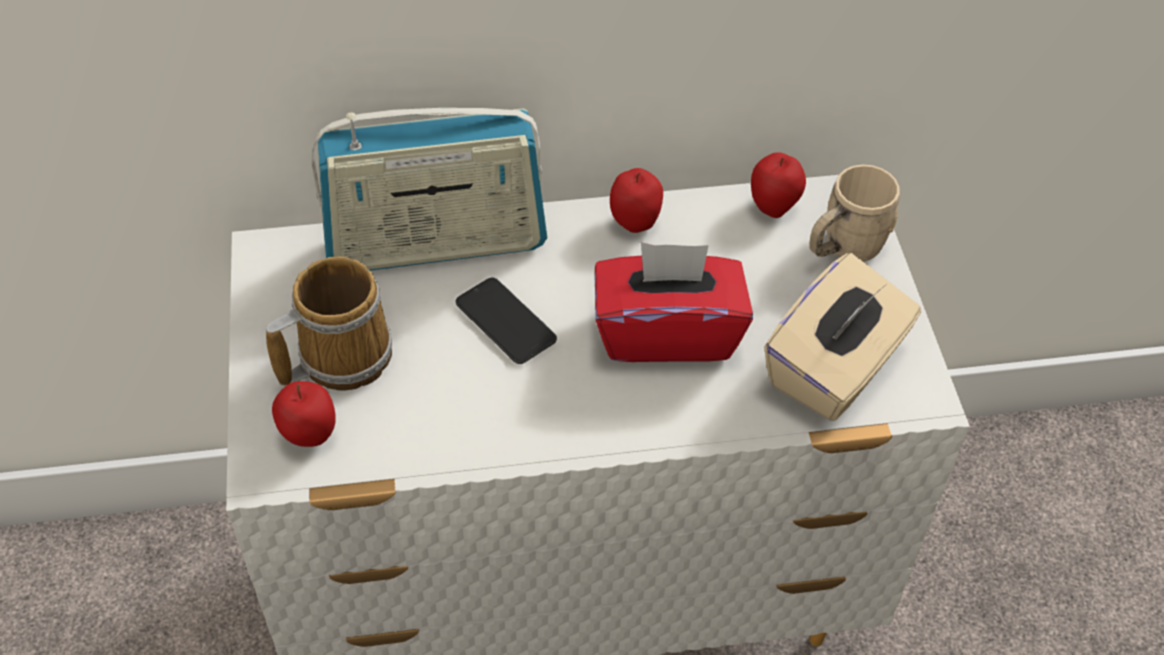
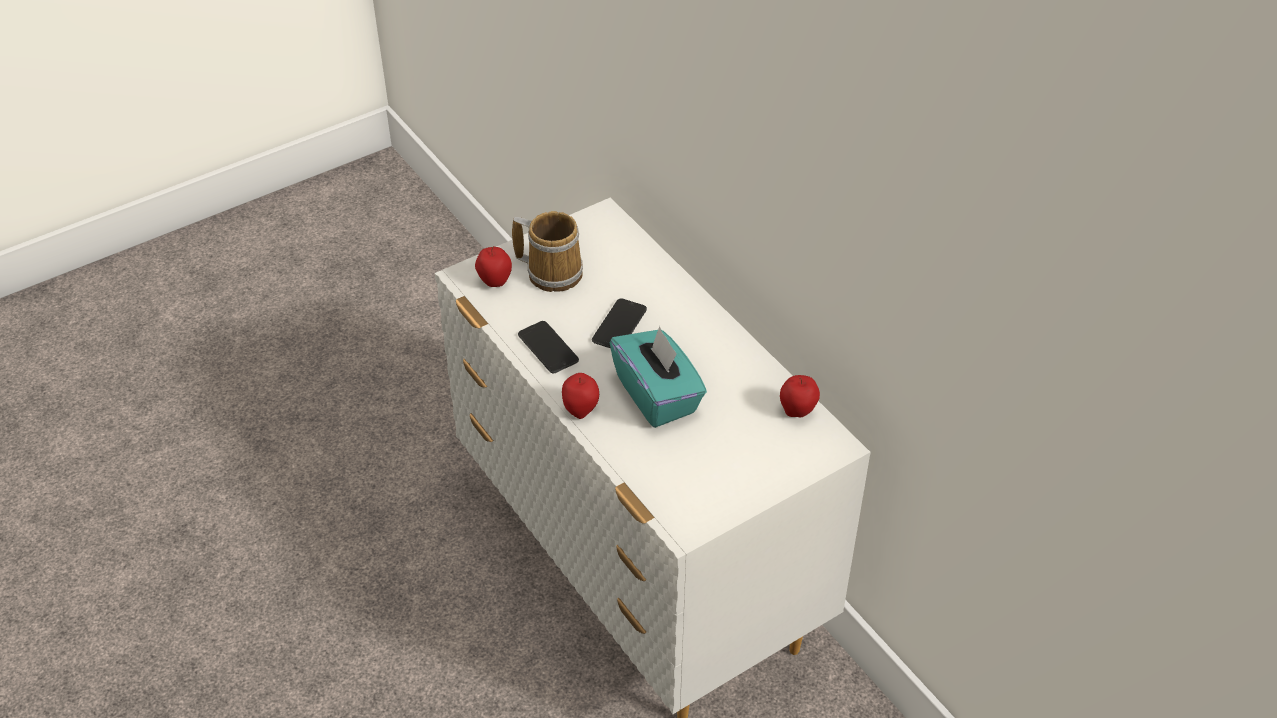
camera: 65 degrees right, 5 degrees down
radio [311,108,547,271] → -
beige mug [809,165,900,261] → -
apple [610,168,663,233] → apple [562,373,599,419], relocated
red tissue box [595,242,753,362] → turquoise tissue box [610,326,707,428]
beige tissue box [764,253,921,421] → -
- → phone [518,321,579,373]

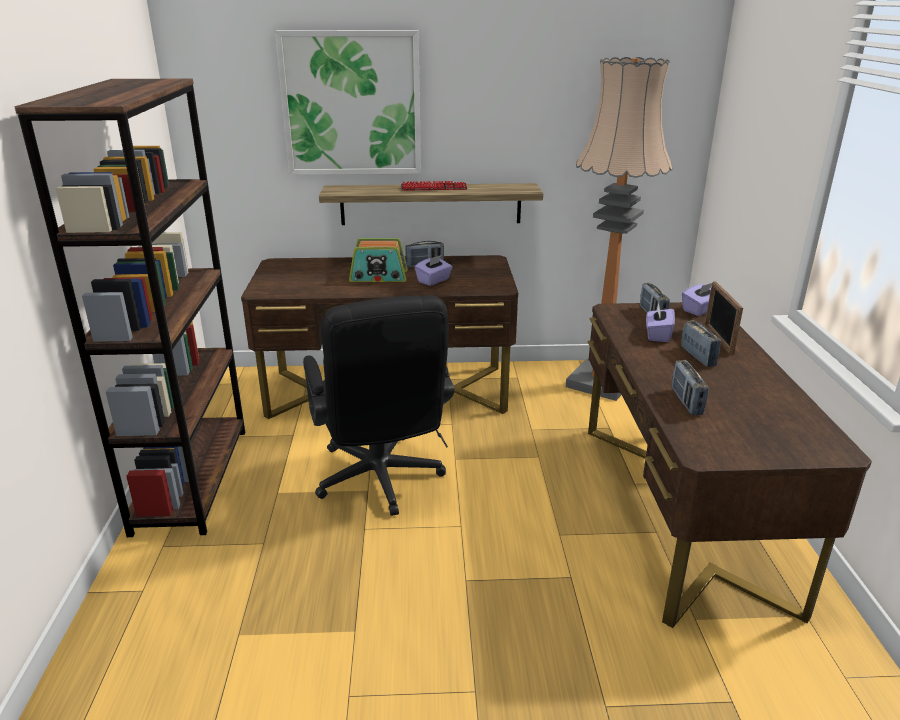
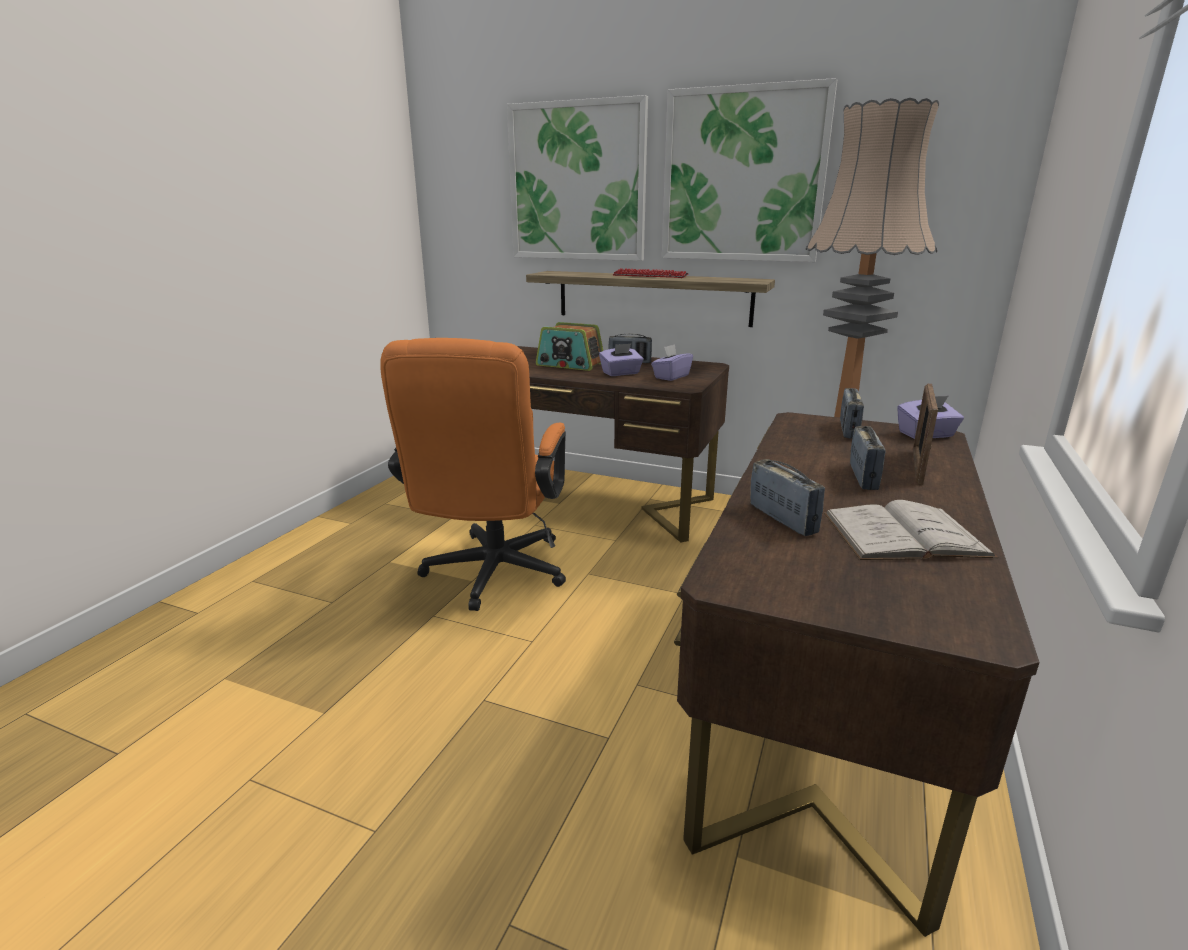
camera: 25 degrees right, 5 degrees down
brown bookcase [14,78,245,537] → -
black office chair [303,295,455,516] → orange office chair [380,338,566,611]
purple tissue box [646,302,675,342] → purple tissue box [651,344,693,381], relocated
radio [672,360,709,415] → radio [750,459,825,536], 135 degrees clockwise
- → picture [662,78,837,262]
- → white book [824,500,998,560]

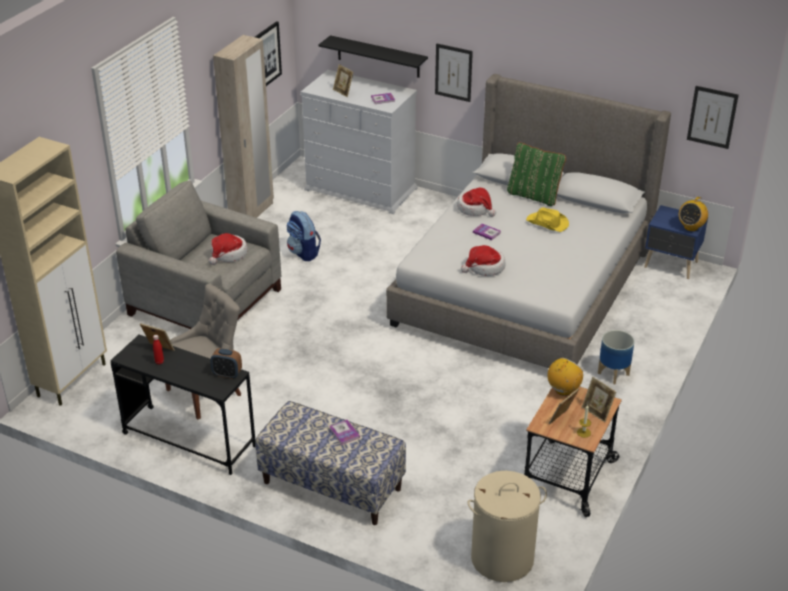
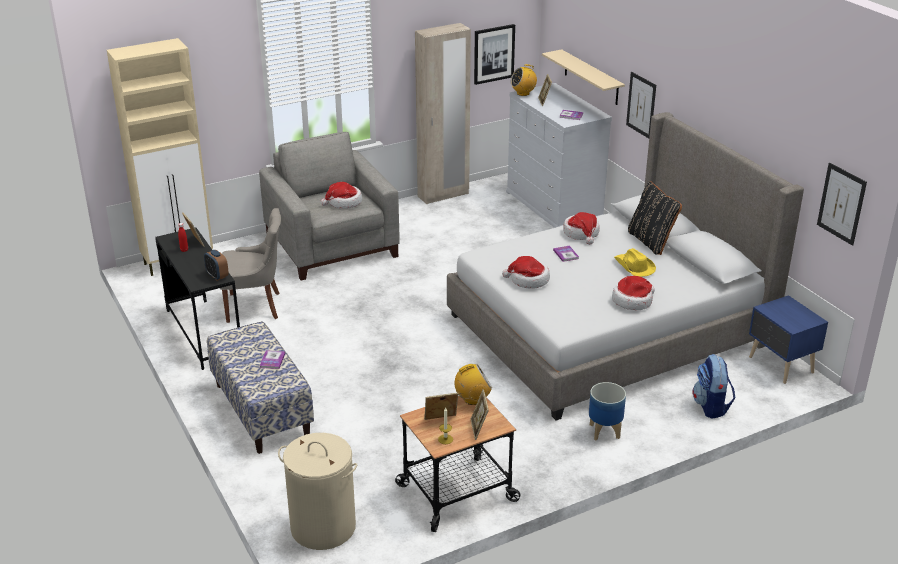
camera: 35 degrees right, 5 degrees down
black shelf [318,35,428,78] → beige shelf [542,49,625,105]
green pillow [507,142,566,206] → black pillow [628,181,682,255]
radio [679,197,708,231] → radio [511,64,537,96], relocated
backpack [286,211,321,261] → backpack [692,354,735,419], relocated
- → hat [612,276,655,310]

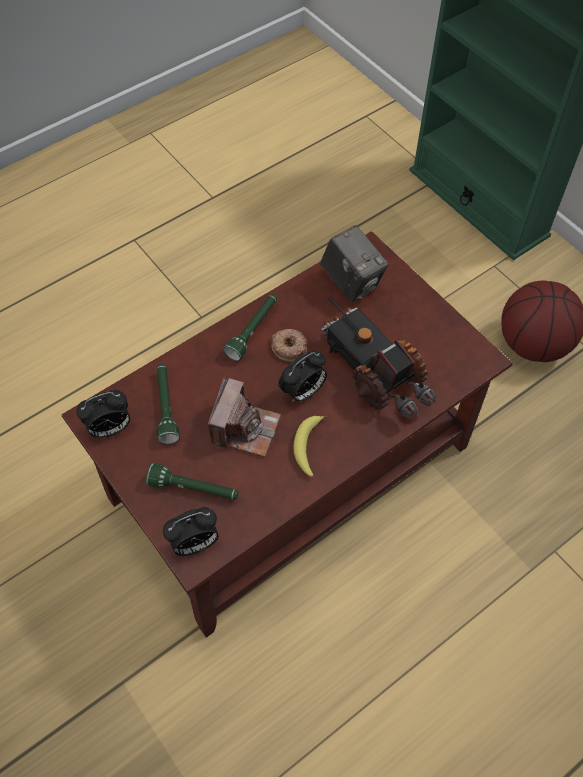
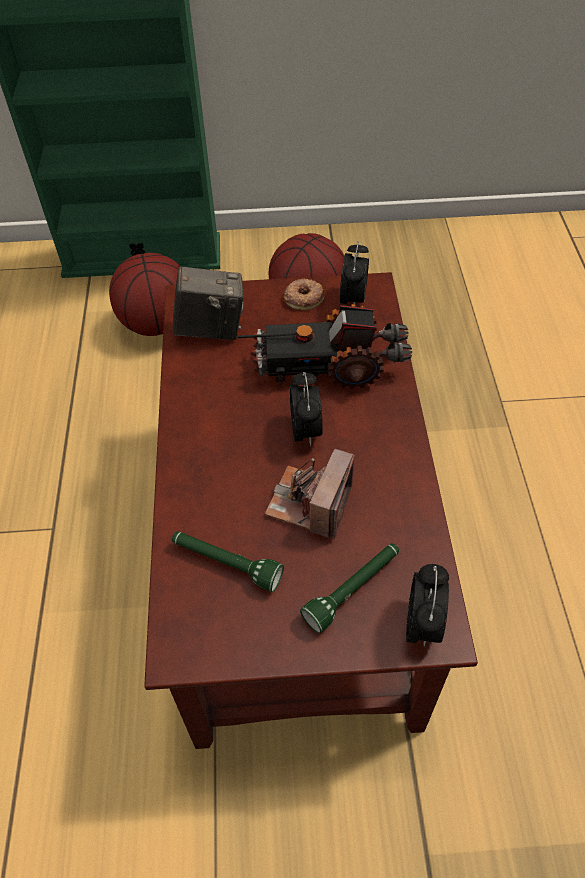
camera: 55 degrees left, 5 degrees down
green flashlight [223,294,277,361] → -
donut [272,329,307,362] → donut [283,278,324,310], relocated
photo camera [208,378,281,457] → photo camera [265,449,355,539], 120 degrees counterclockwise
alarm clock [77,390,130,438] → alarm clock [340,241,369,304], relocated
banana [293,415,327,477] → -
- → basketball [109,253,181,336]

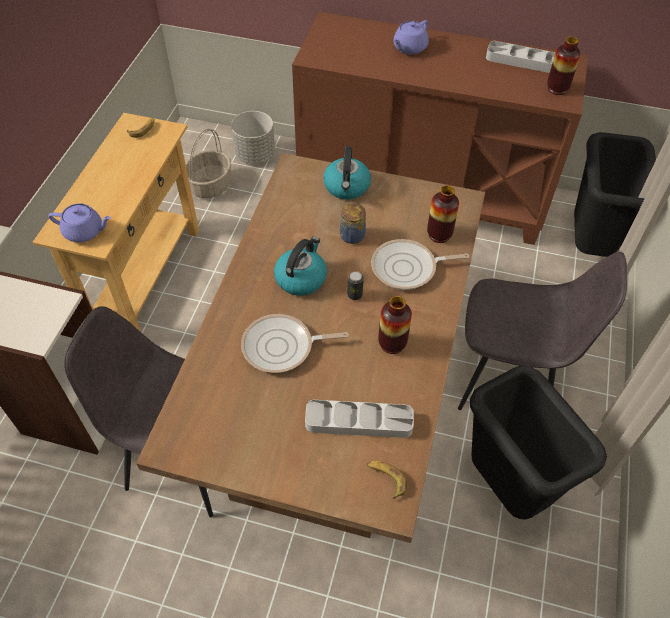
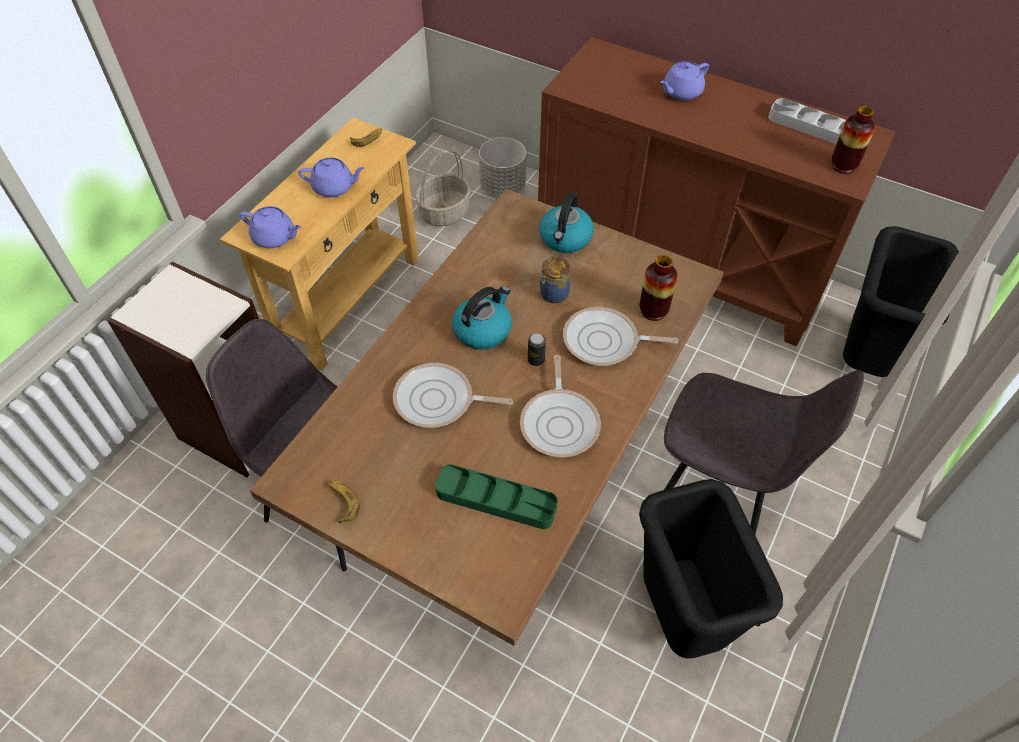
camera: 15 degrees right, 0 degrees up
vase [378,296,412,354] → frying pan [520,355,601,457]
grey tray [305,400,414,438] → green tray [435,464,557,529]
banana [367,461,407,499] → banana [327,480,360,523], relocated
- → purple teapot [298,157,365,197]

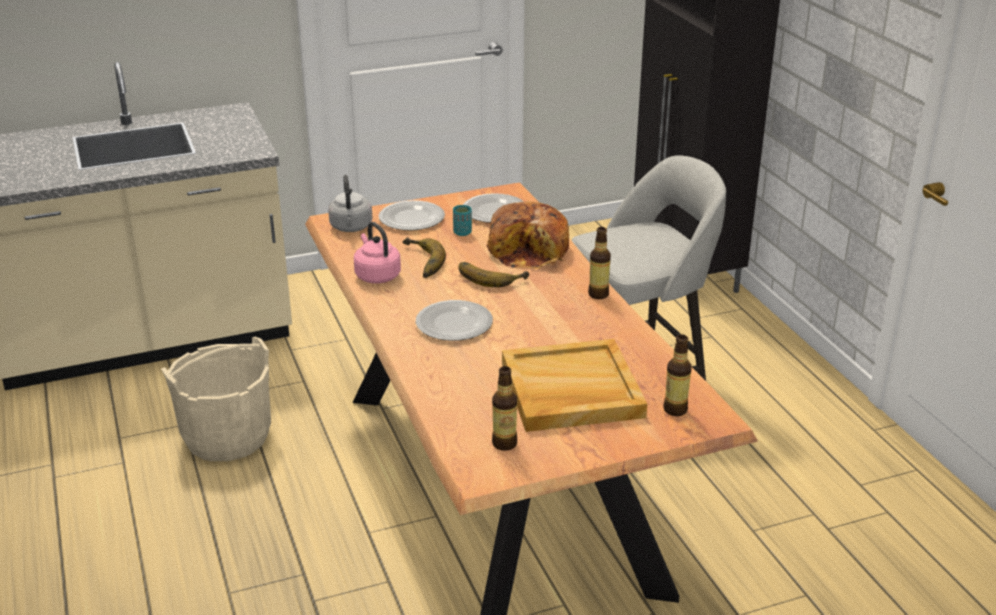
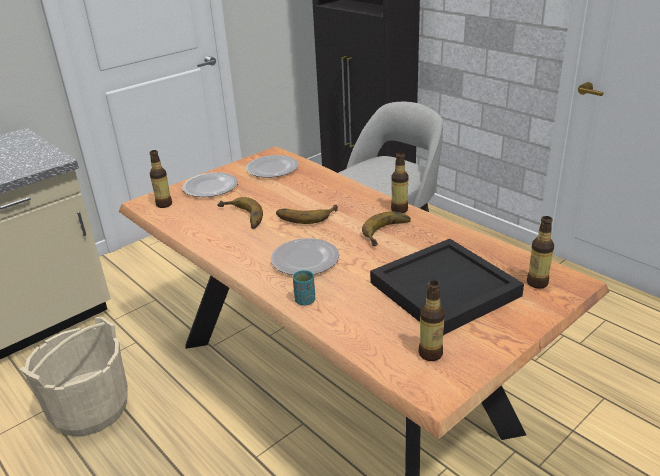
camera: 20 degrees left, 0 degrees up
grey kettle [328,175,373,232] → bottle [150,150,172,208]
bread [487,201,569,269] → -
turquoise cup [453,205,472,236] → turquoise cup [293,270,315,306], relocated
pink kettle [354,222,401,284] → -
beige tray [502,339,647,432] → black tray [370,239,524,335]
- → banana [362,211,411,246]

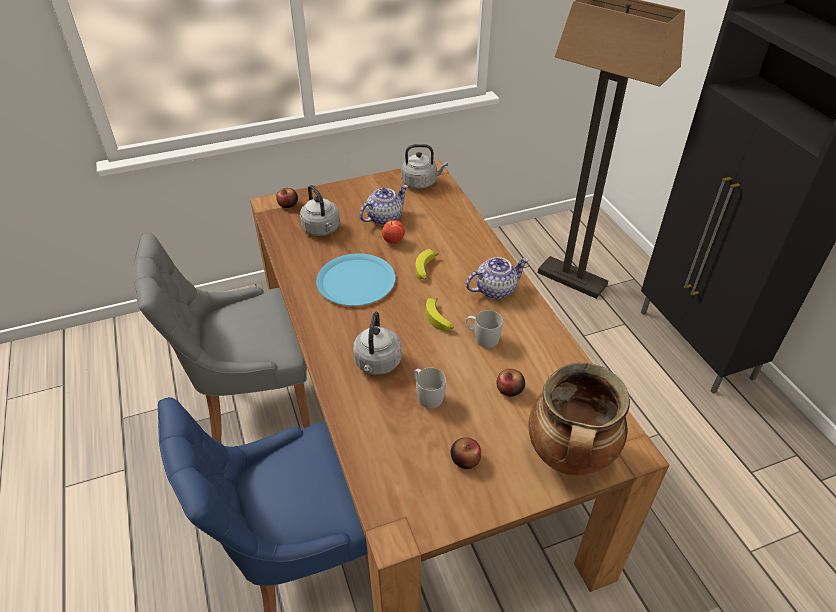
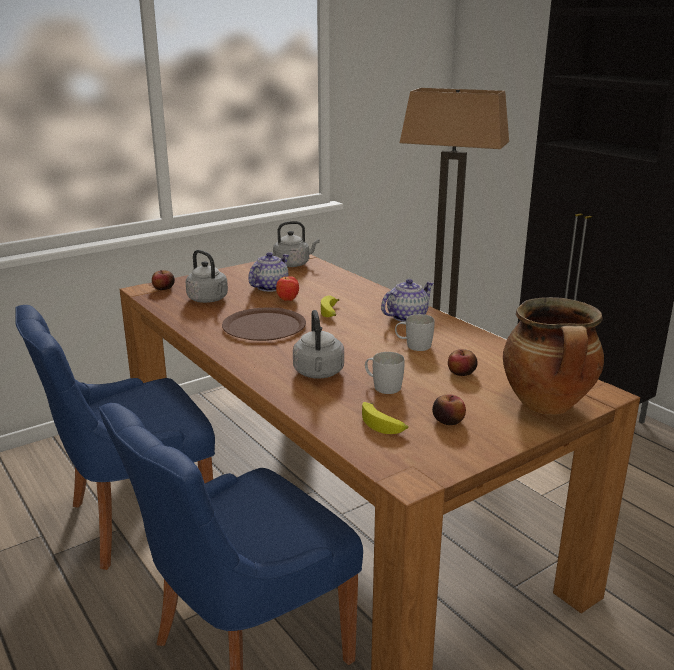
camera: 15 degrees left, 20 degrees down
grey chair [132,233,311,443] → blue chair [15,305,215,570]
blue plate [316,253,396,306] → brown plate [222,308,306,341]
banana [426,298,454,331] → banana [362,402,408,434], relocated

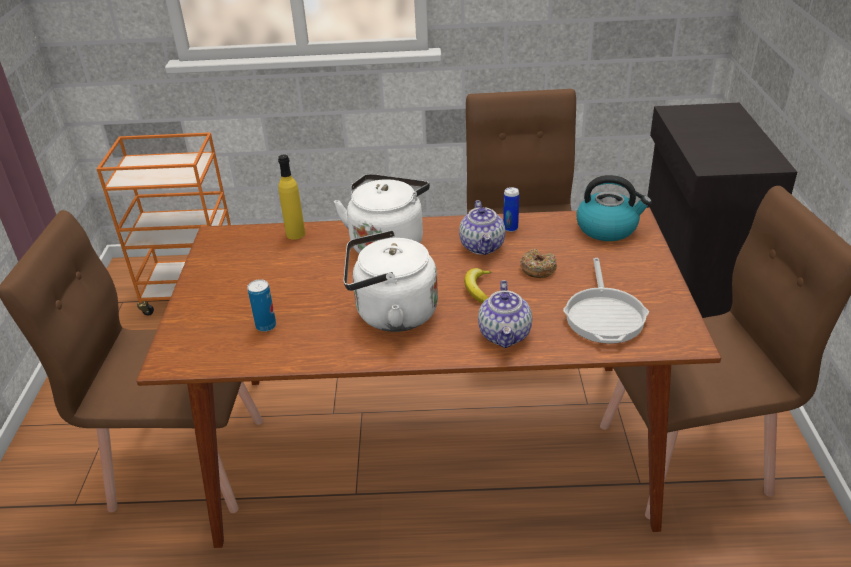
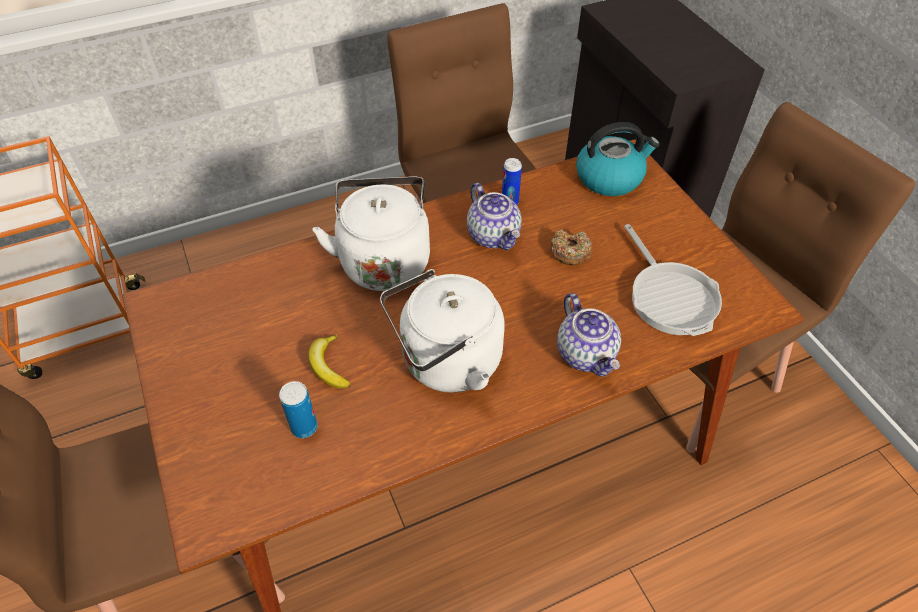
camera: 25 degrees left, 15 degrees up
yellow bottle [278,155,305,240] → -
banana [464,268,492,303] → banana [308,334,350,388], relocated

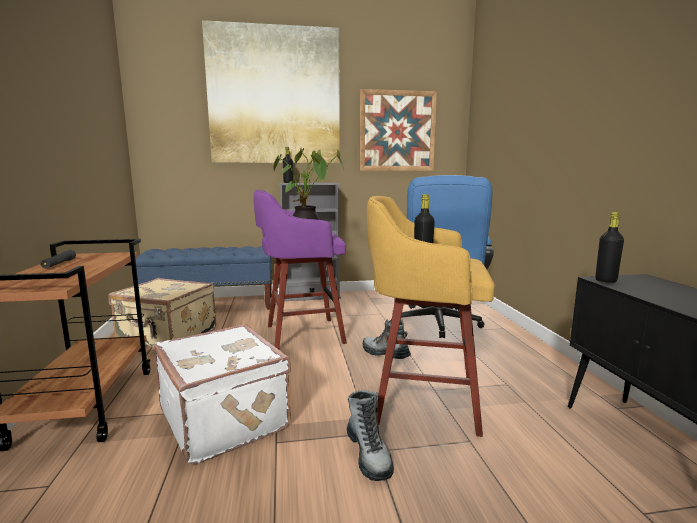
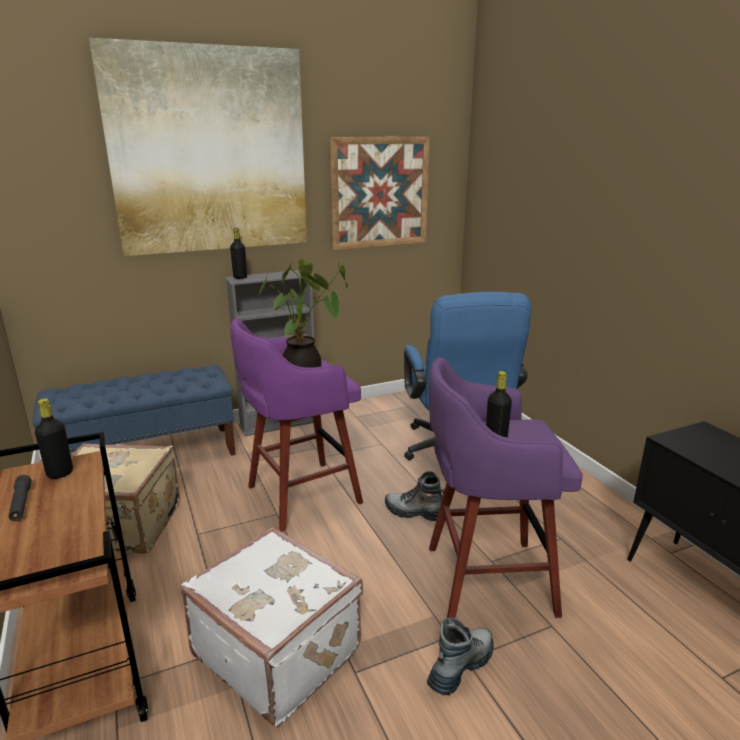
camera: 15 degrees left, 10 degrees up
yellow stool [367,196,495,437] → purple stool [429,357,583,618]
black bottle [595,212,624,283] → black bottle [35,398,73,479], relocated
boot [347,390,394,481] → boot [427,617,494,695], 105 degrees counterclockwise

